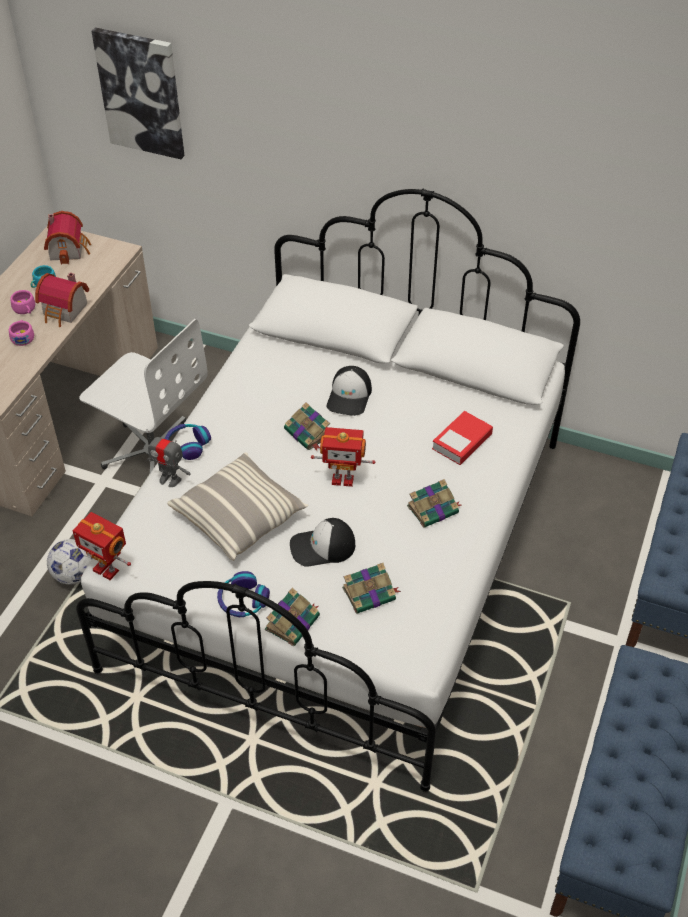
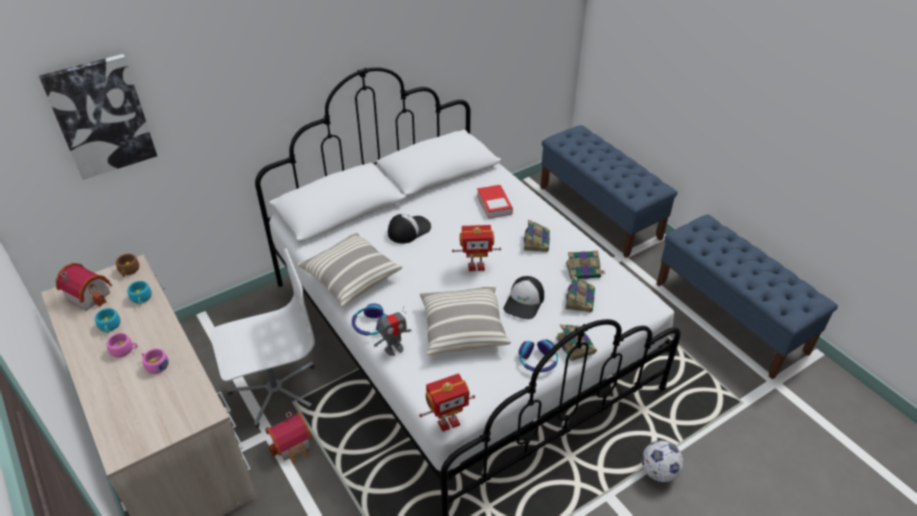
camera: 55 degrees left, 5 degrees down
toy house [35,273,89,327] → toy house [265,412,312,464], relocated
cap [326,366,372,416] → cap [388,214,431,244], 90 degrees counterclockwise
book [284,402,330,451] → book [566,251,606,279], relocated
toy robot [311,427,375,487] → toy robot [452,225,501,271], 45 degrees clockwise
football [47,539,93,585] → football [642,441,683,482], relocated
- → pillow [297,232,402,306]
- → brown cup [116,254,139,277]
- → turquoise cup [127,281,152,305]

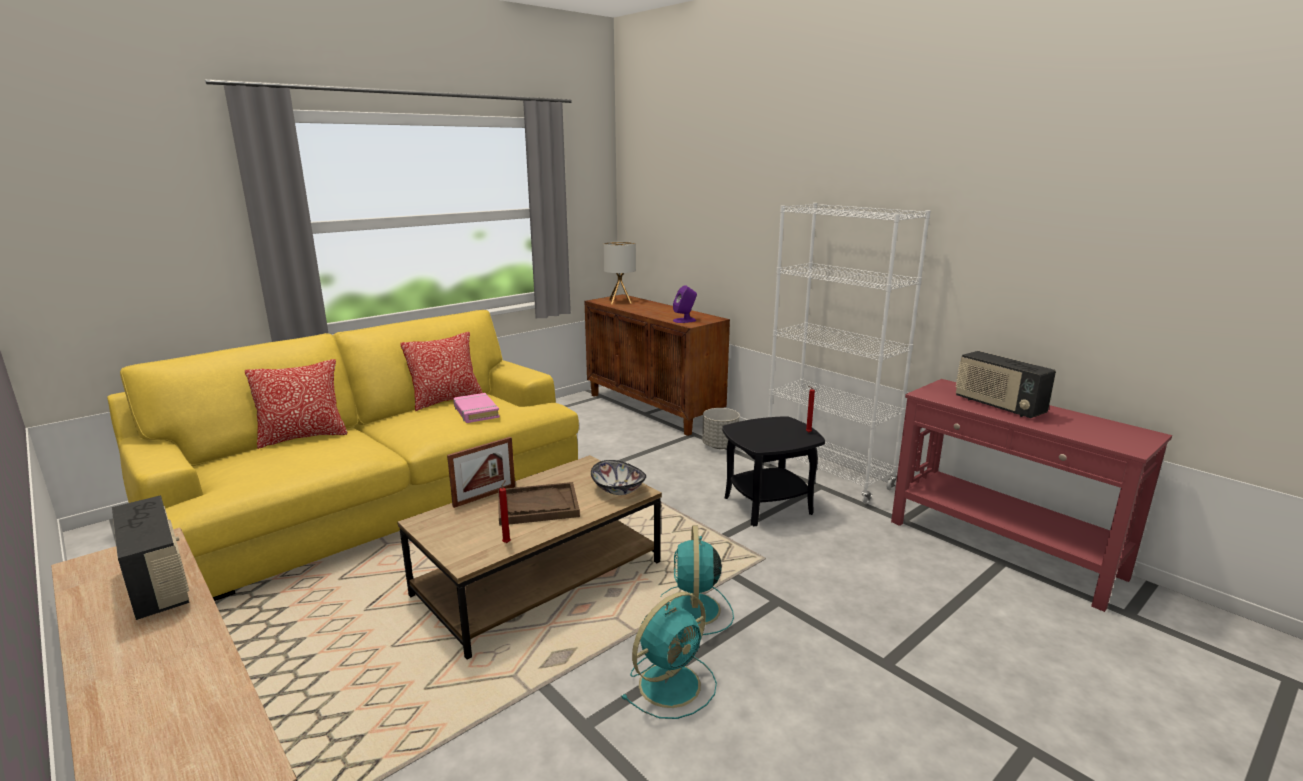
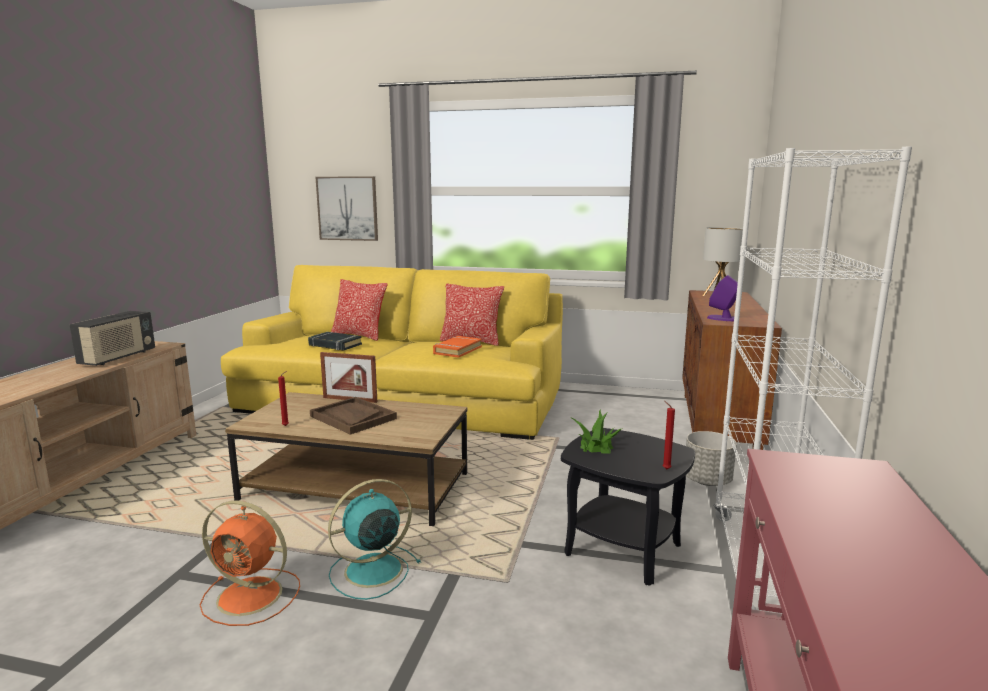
camera: 55 degrees right, 5 degrees down
radio [955,351,1056,418] → -
pink book [453,393,500,423] → orange book [433,336,482,358]
bowl [591,460,646,495] → -
turquoise fan [621,592,717,719] → orange fan [200,500,300,626]
- → picture [315,176,378,241]
- → black book [308,332,362,351]
- → potted plant [570,409,623,454]

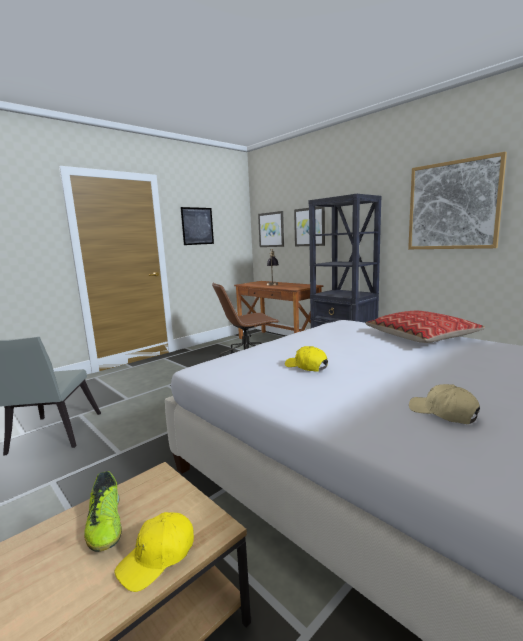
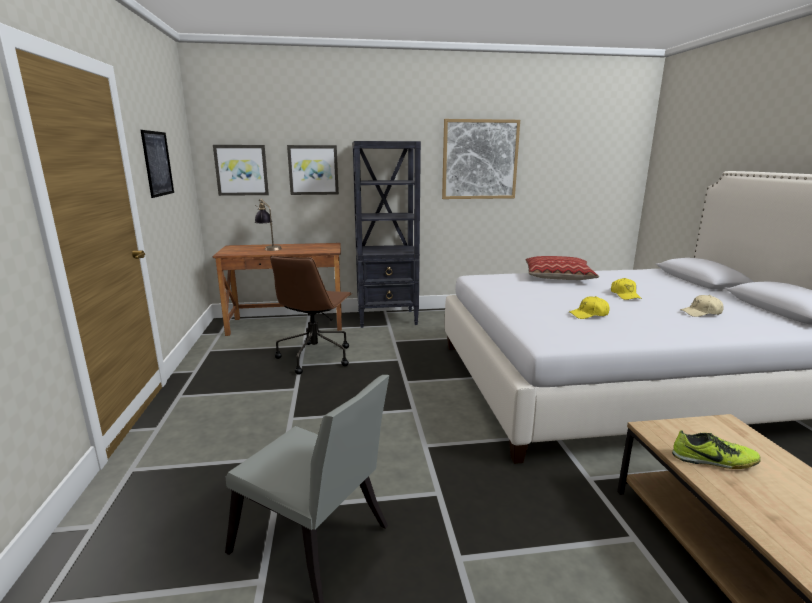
camera: 55 degrees left, 5 degrees up
yellow cap [114,512,194,592] → yellow cap [611,278,642,300], relocated

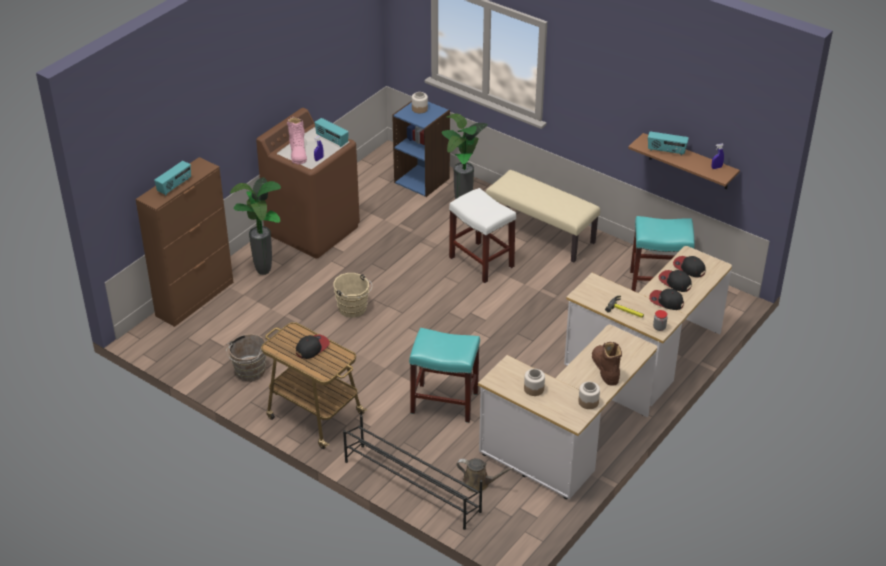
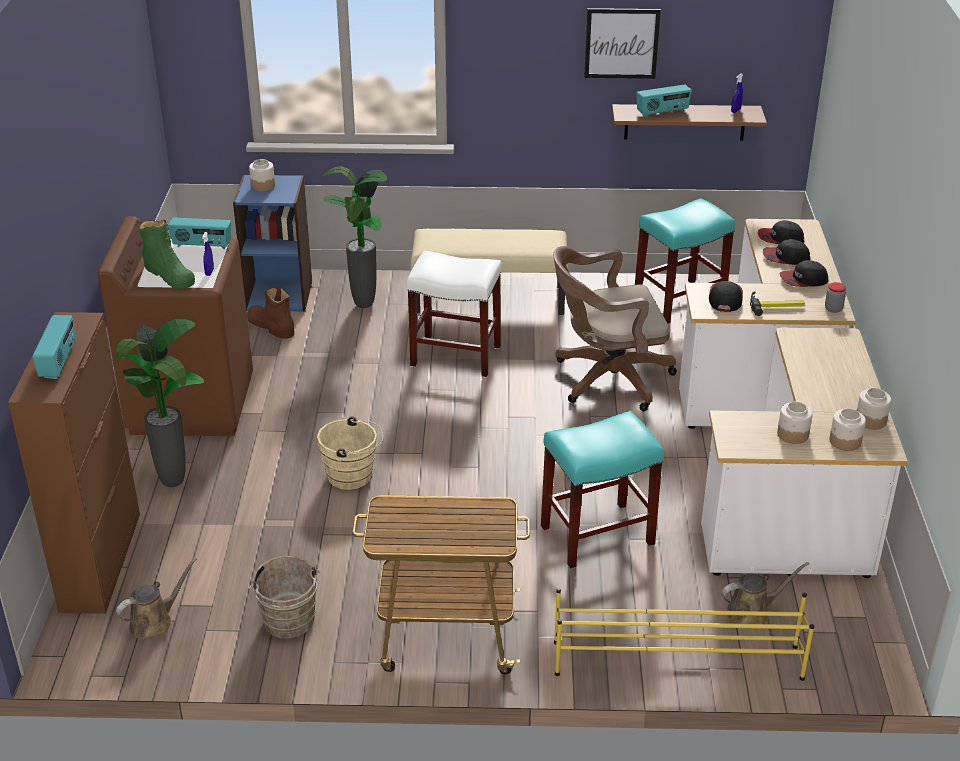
camera: 35 degrees left, 5 degrees down
pink boot [287,117,307,164] → green boot [139,220,195,289]
cap [296,334,330,359] → cap [709,281,743,312], relocated
brown boot [592,342,622,386] → brown boot [247,287,294,339], relocated
black shoe rack [343,415,482,530] → yellow shoe rack [554,588,814,681]
- → picture [584,8,661,79]
- → brown office chair [553,246,677,411]
- → jar [829,408,866,451]
- → brown watering can [116,558,197,639]

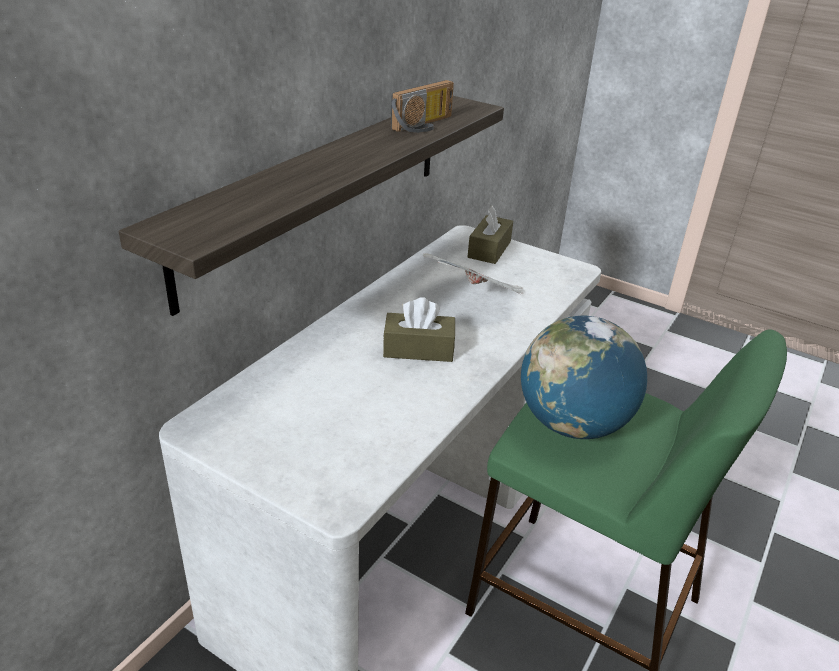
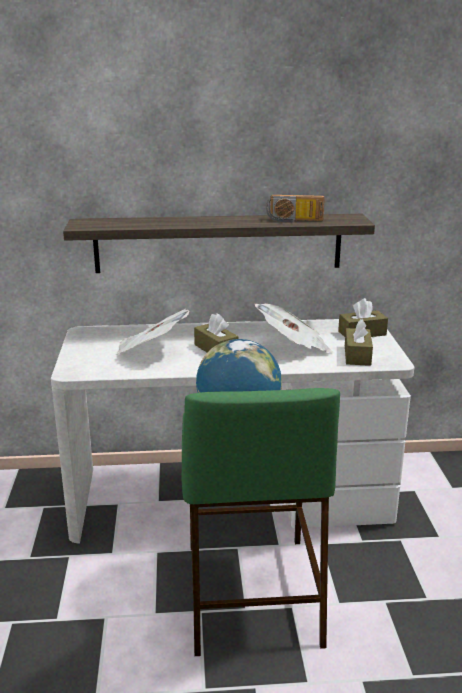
camera: 55 degrees right, 10 degrees down
- → newspaper [116,309,190,355]
- → brown tissue box [345,319,373,366]

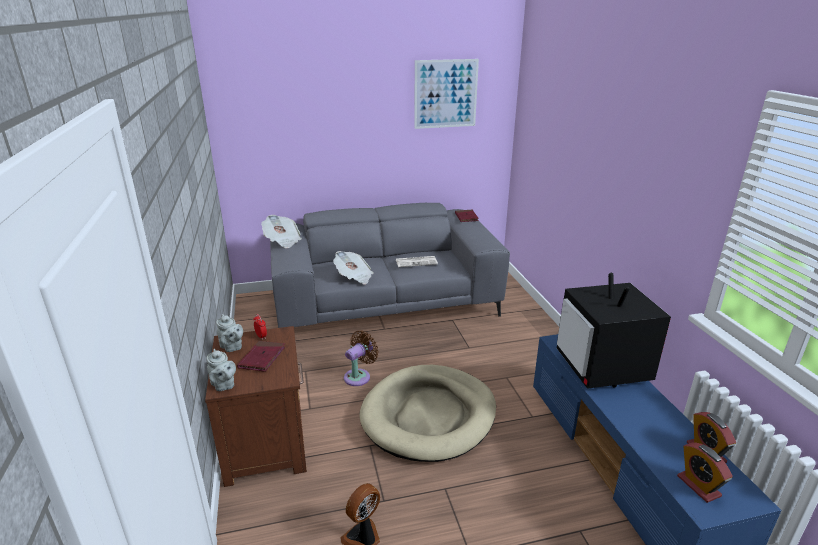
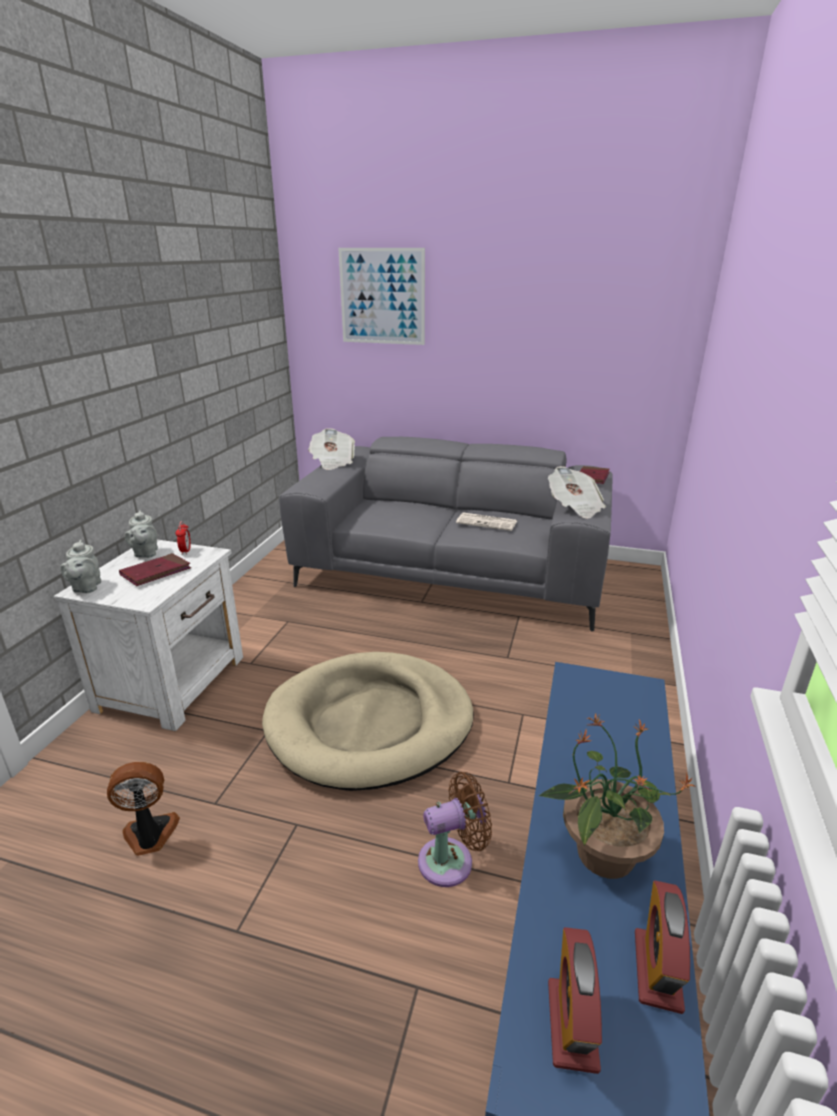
camera: 30 degrees right, 0 degrees up
picture [414,59,479,129] → picture [338,248,425,345], relocated
newspaper [333,251,374,284] → newspaper [548,466,606,519], relocated
television [557,273,671,389] → -
brown nightstand [205,326,307,487] → white nightstand [53,540,243,731]
brown fan [344,330,379,386] → brown fan [418,772,492,887], relocated
- → potted plant [539,713,695,879]

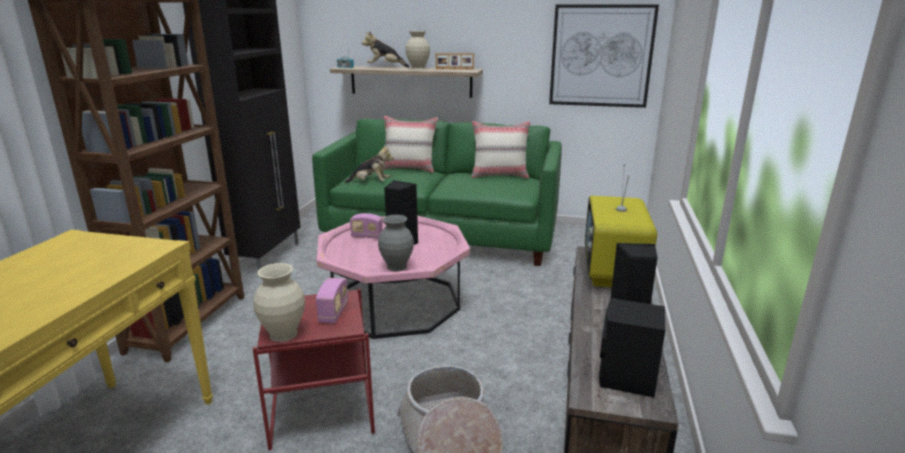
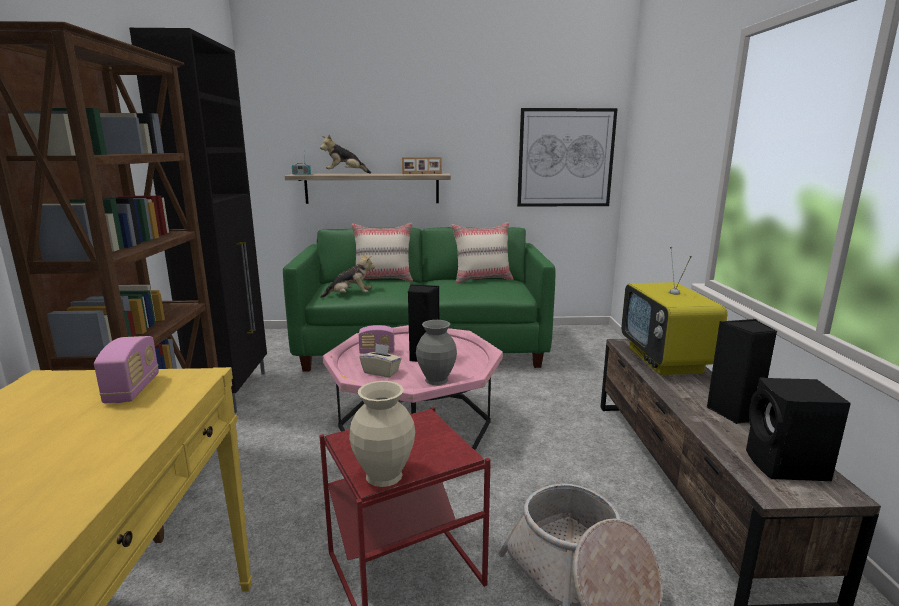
camera: 15 degrees left, 5 degrees down
beige vase [406,31,430,70] → -
radio [316,278,348,323] → radio [94,336,159,403], relocated
- → beige tissue box [359,344,402,377]

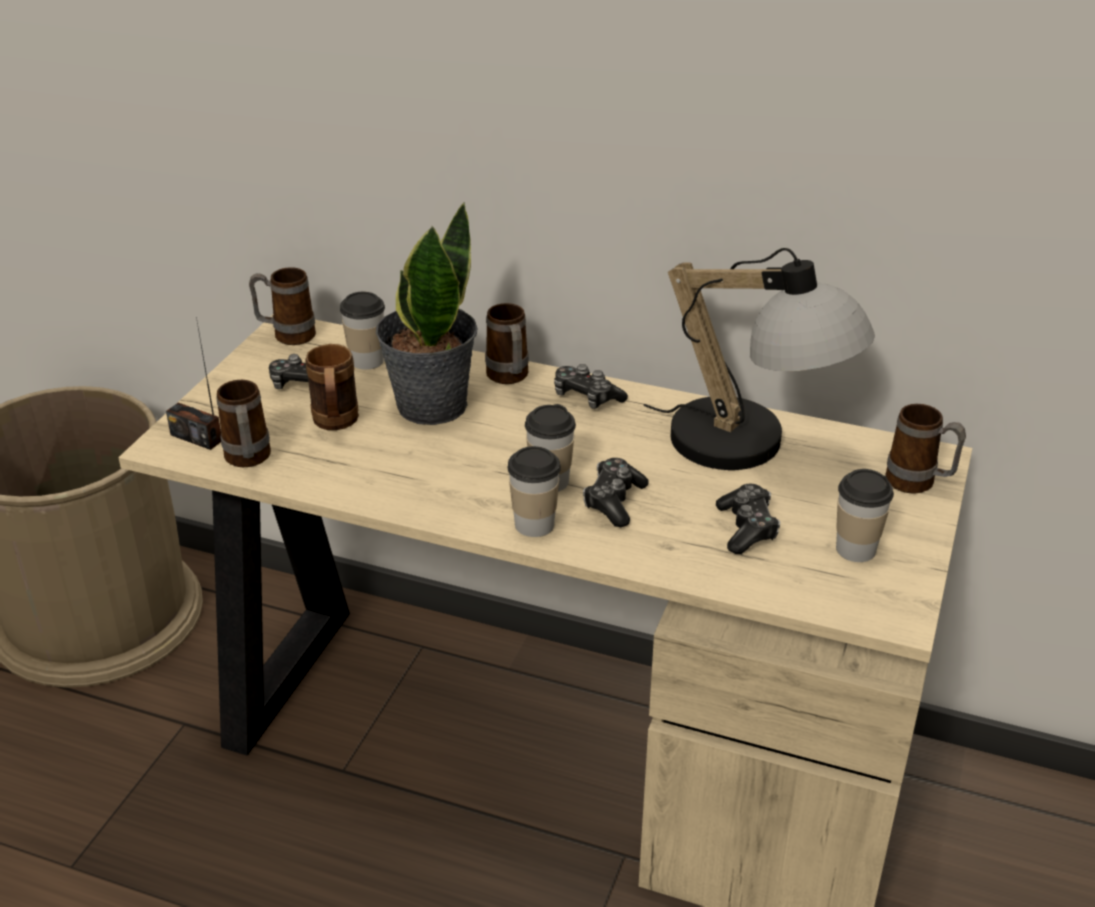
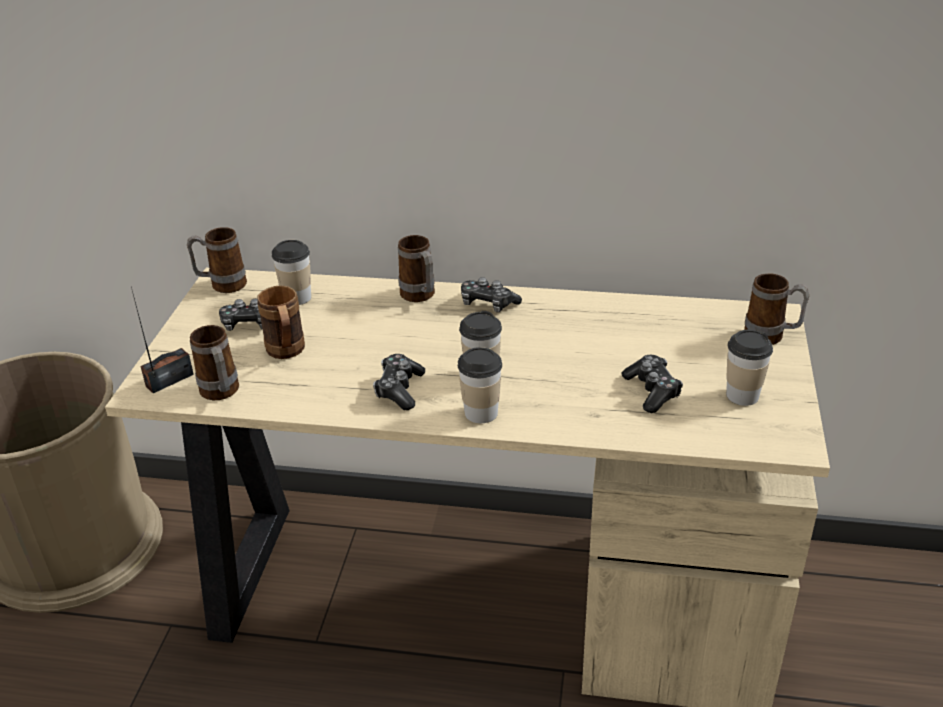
camera: 10 degrees left, 0 degrees up
potted plant [376,202,477,425] → -
table lamp [643,248,875,470] → -
radio [166,317,221,450] → radio [131,287,194,393], 120 degrees clockwise
game controller [583,458,649,527] → game controller [373,354,425,410], relocated

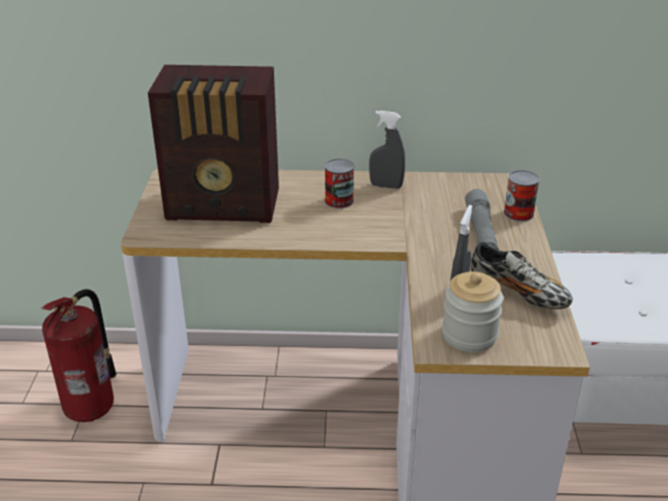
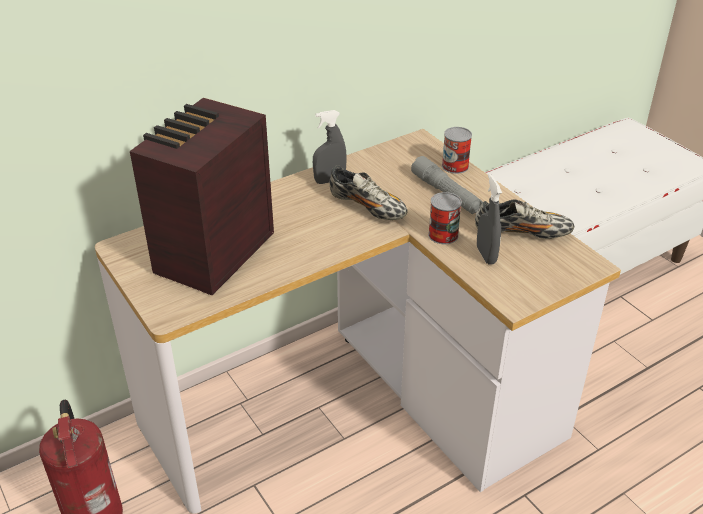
camera: 35 degrees left, 5 degrees up
radio [148,65,279,223] → radio [130,98,274,295], 150 degrees clockwise
can [325,158,354,209] → can [428,192,462,244], relocated
jar [442,272,503,352] → -
- → shoe [329,165,408,220]

